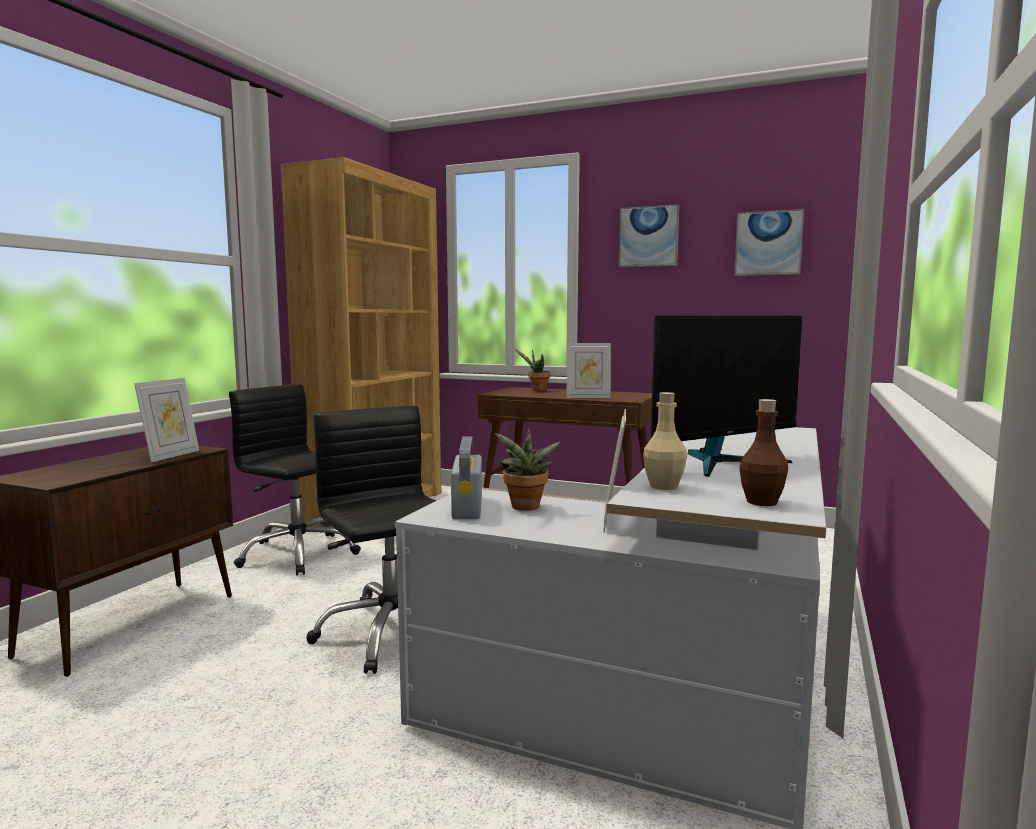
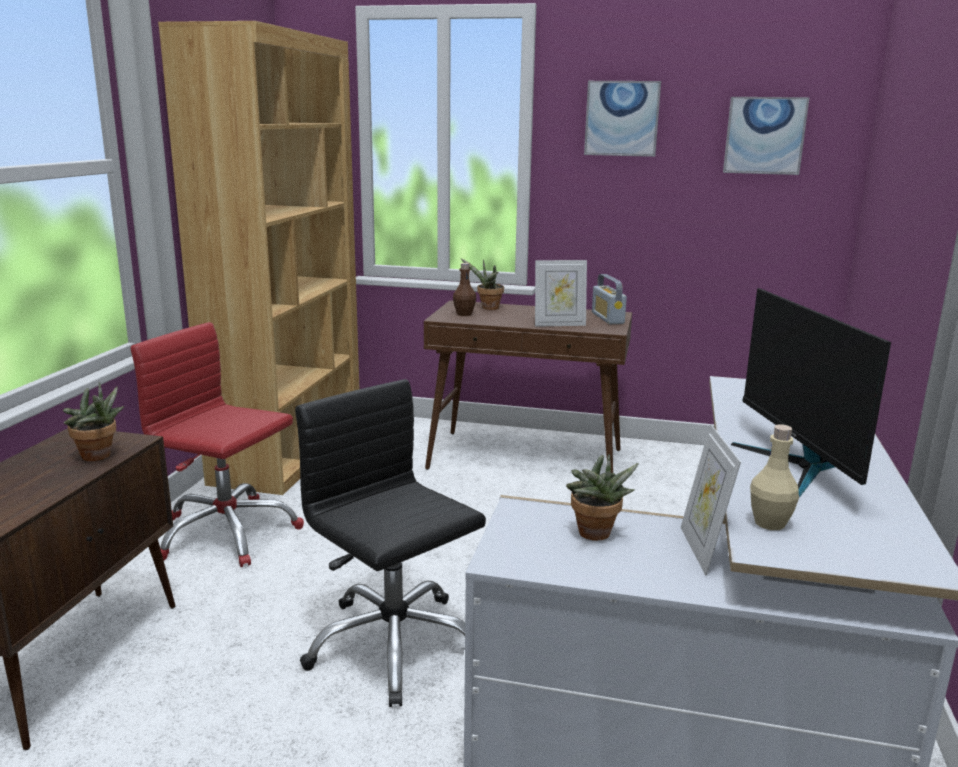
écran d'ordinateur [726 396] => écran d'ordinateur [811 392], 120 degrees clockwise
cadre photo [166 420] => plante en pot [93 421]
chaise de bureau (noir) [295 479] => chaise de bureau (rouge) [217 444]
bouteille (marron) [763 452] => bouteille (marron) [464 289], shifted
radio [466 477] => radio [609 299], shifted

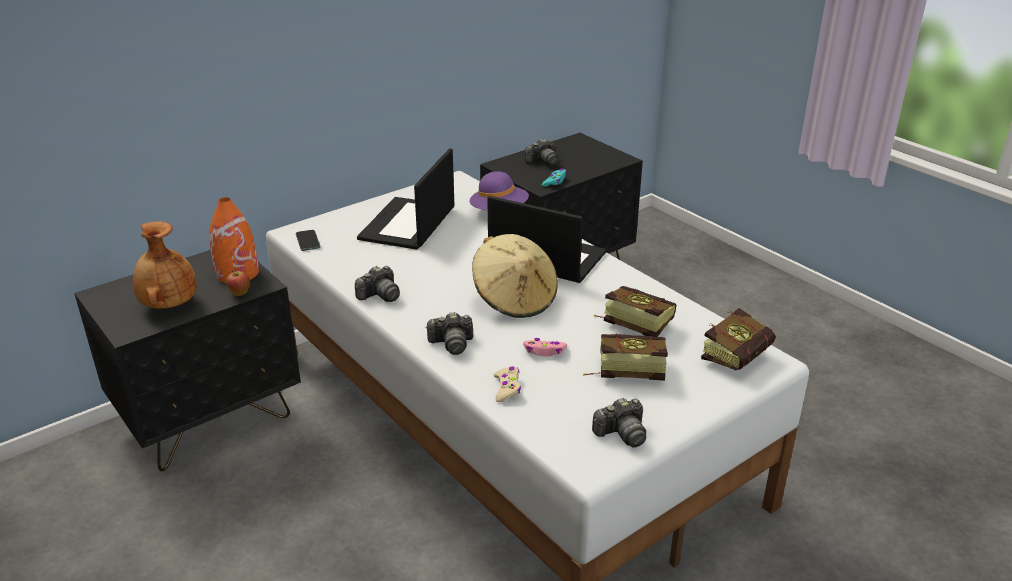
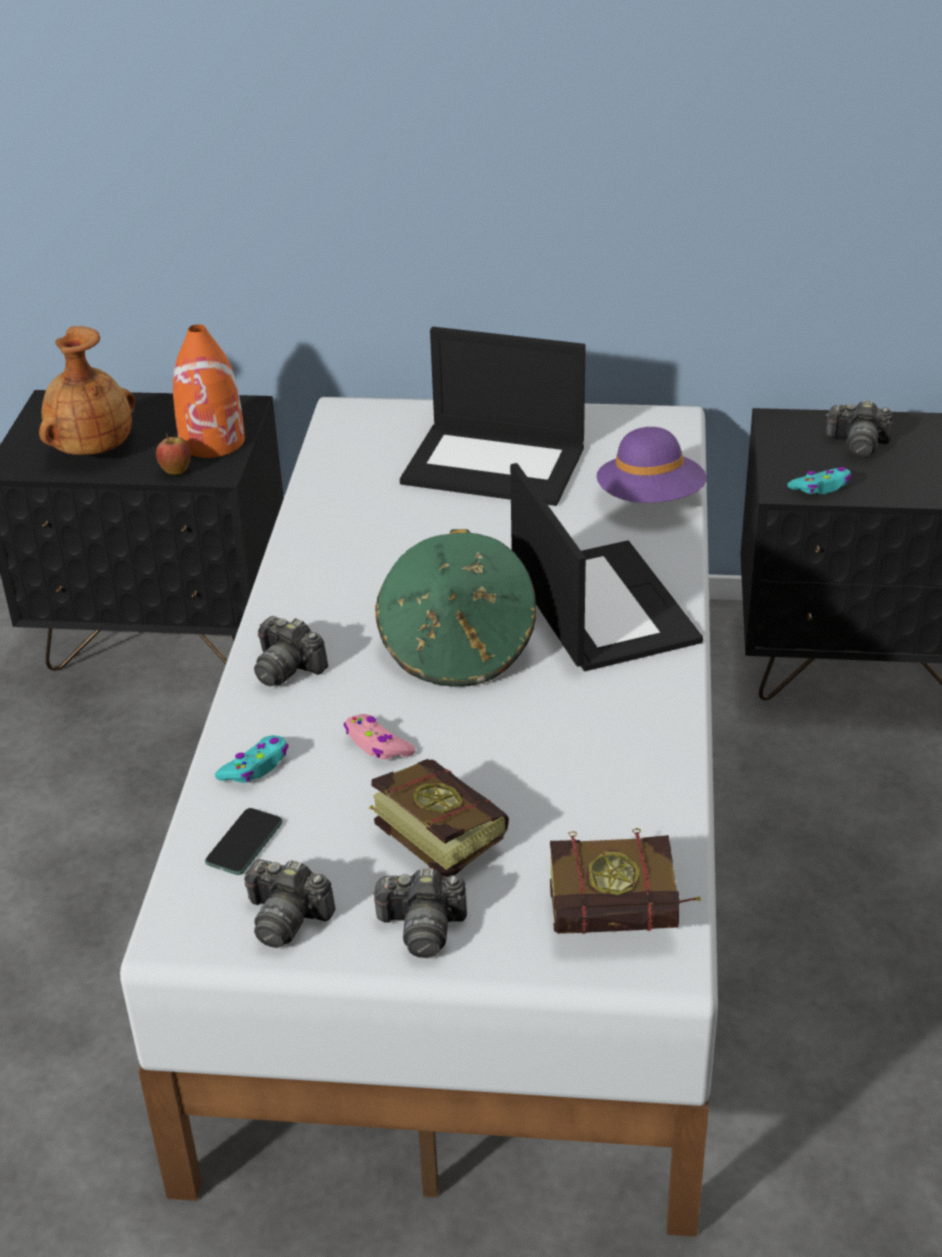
ordinateur portable [405 199] => ordinateur portable [493 416], 135 degrees counterclockwise
téléphone [308 240] => téléphone [244 841], shifted
chapeau (beige) [515 276] => chapeau (vert) [455 608]
appareil photo [377 284] => appareil photo [419 913], shifted
livre [635 311] => nothing
manette (beige) [507 384] => manette (turquoise) [252 759]

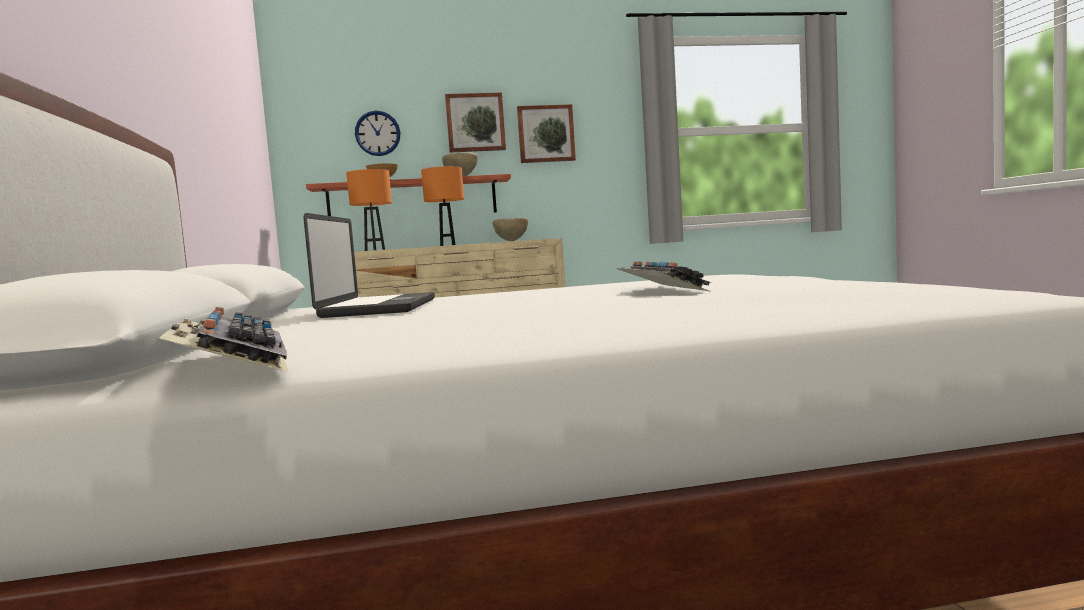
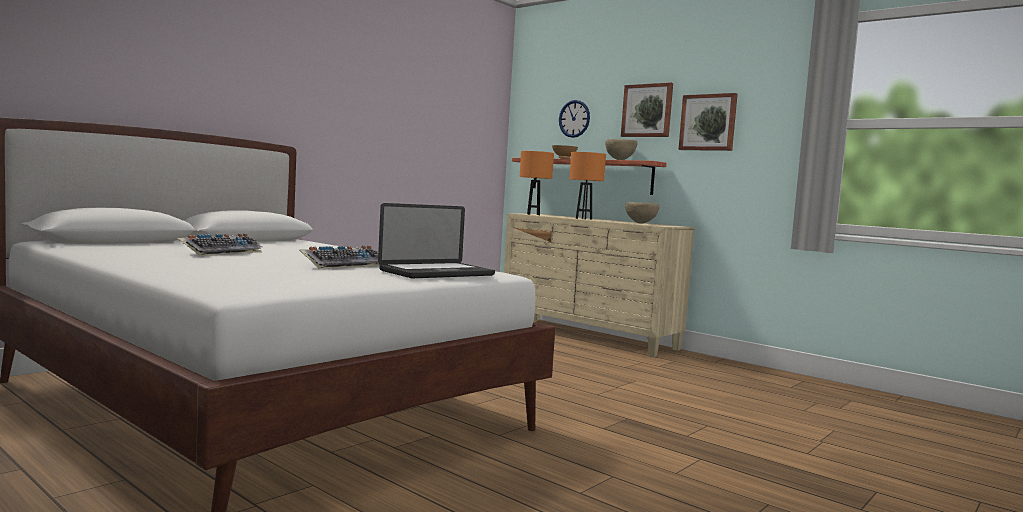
ordinateur portable [369 265] => ordinateur portable [436 240], shifted
clavier [223 339] => clavier [219 244], shifted

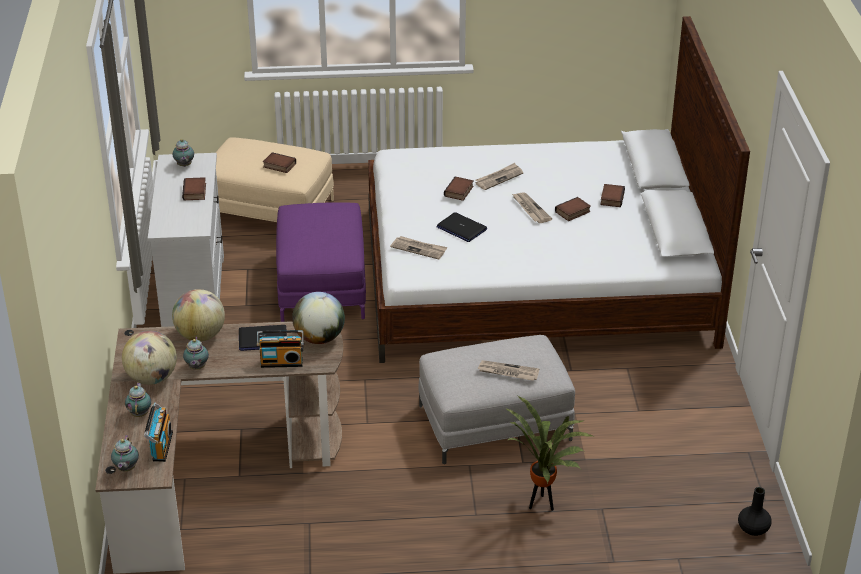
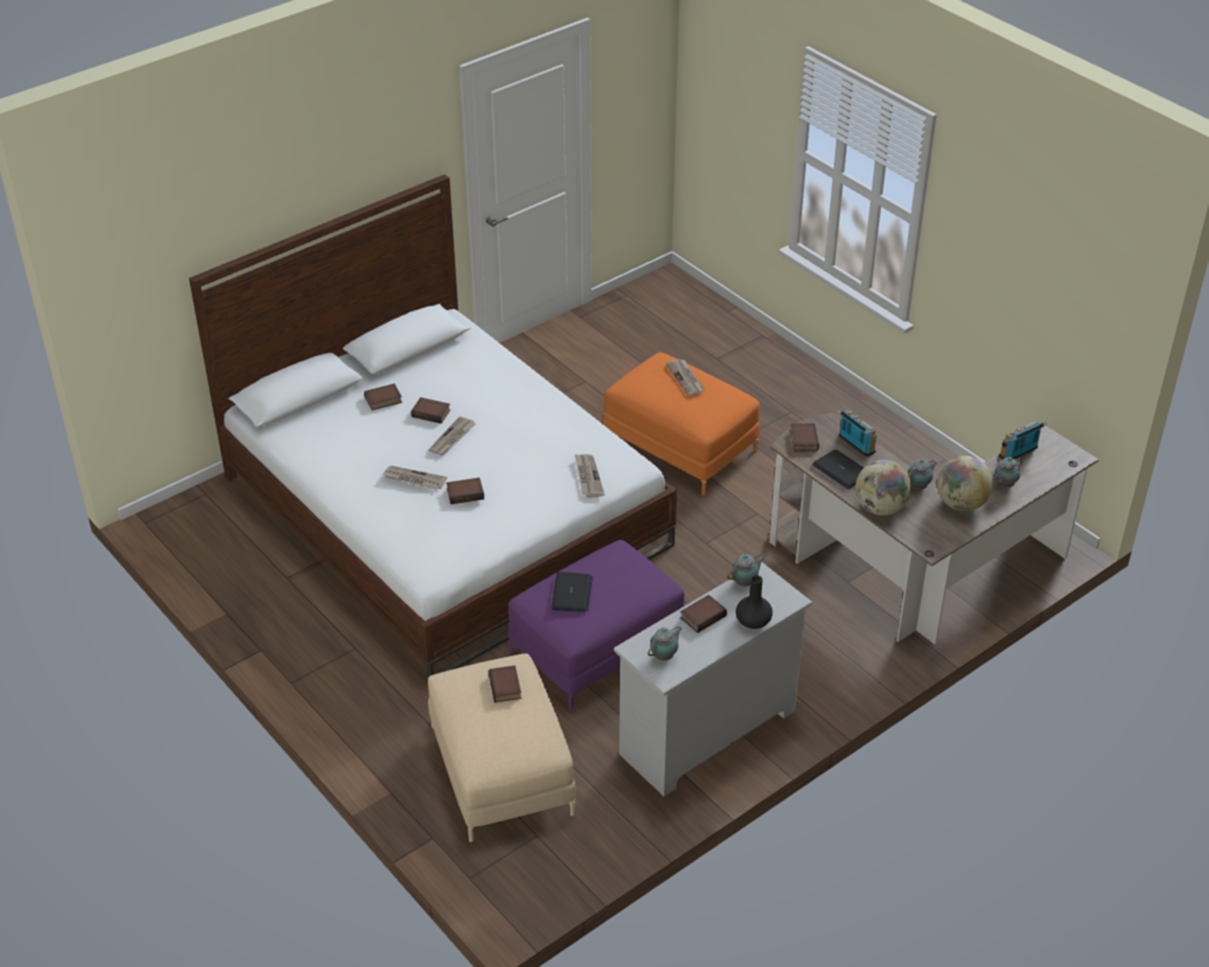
ordinateur portable [462 227] => ordinateur portable [572 592], shifted
globe [318 318] => livre [804 437]
pouf (gris) [496 399] => pouf (orange) [681 423]
plante en pot [549 453] => nothing
théière [125 453] => théière [746 570], shifted
vase (noir) [755 511] => vase (noir) [754 602], shifted

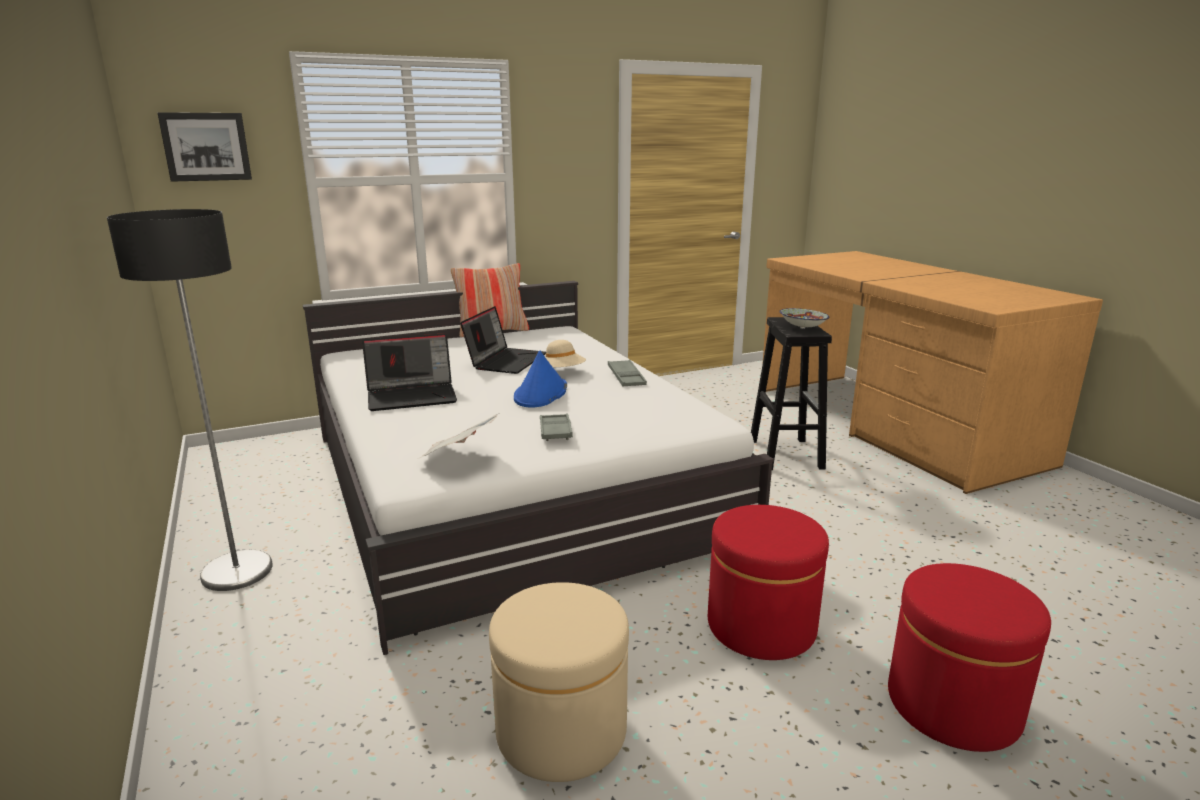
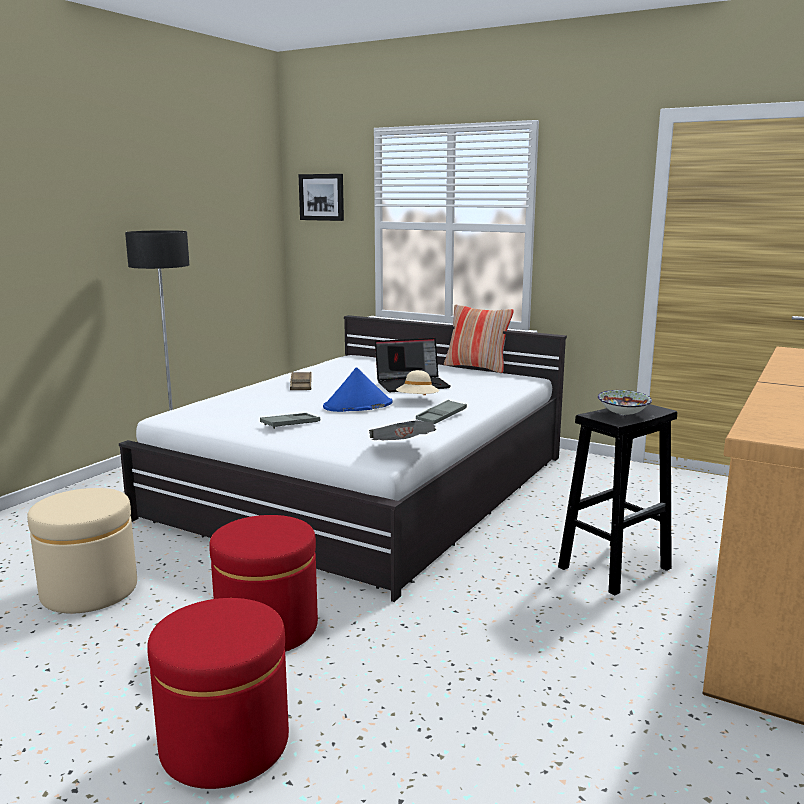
ordinateur portable [409 372] => plateau (marron) [301 381]
journal [458 436] => journal [402 430], shifted

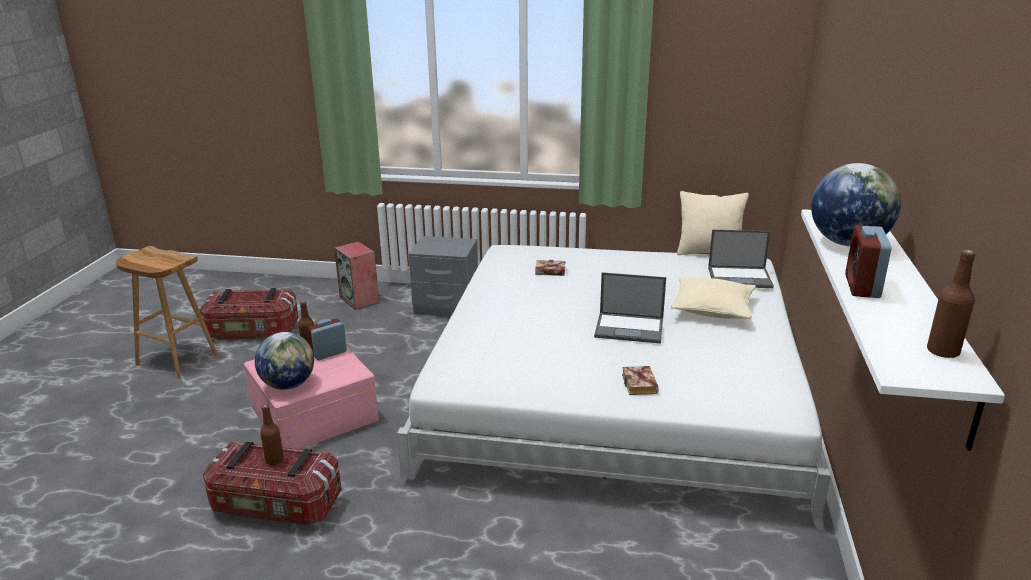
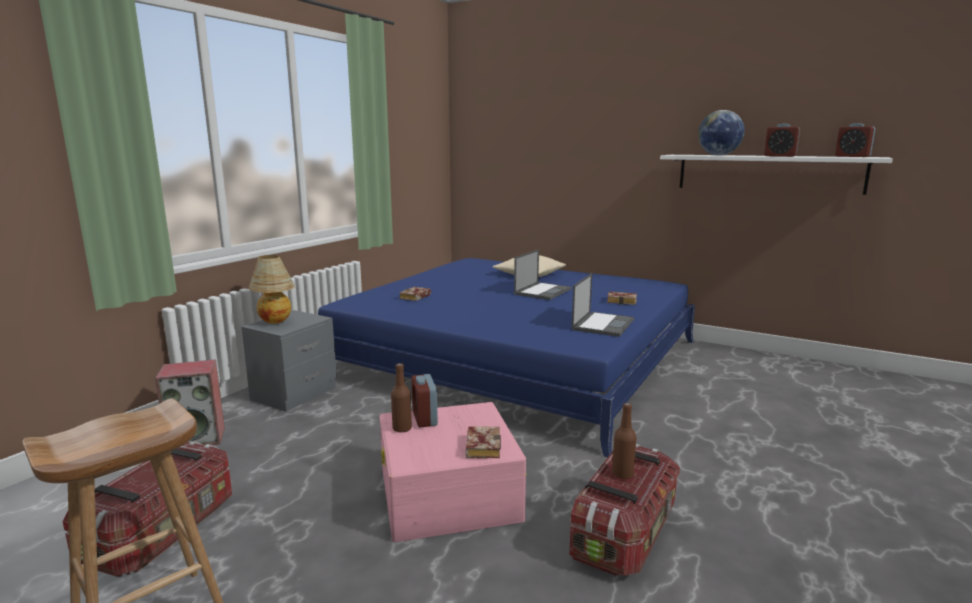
coussin (beige) [713 223] => nothing
ordinateur portable [741 259] => ordinateur portable [603 305], shifted
lit (blanc) [614 388] => lit (bleu) [506 358]
bouteille (marron) [951 303] => réveil [855 140]
globe [284 361] => livre [483 442]
nothing => lampe de table [272 289]

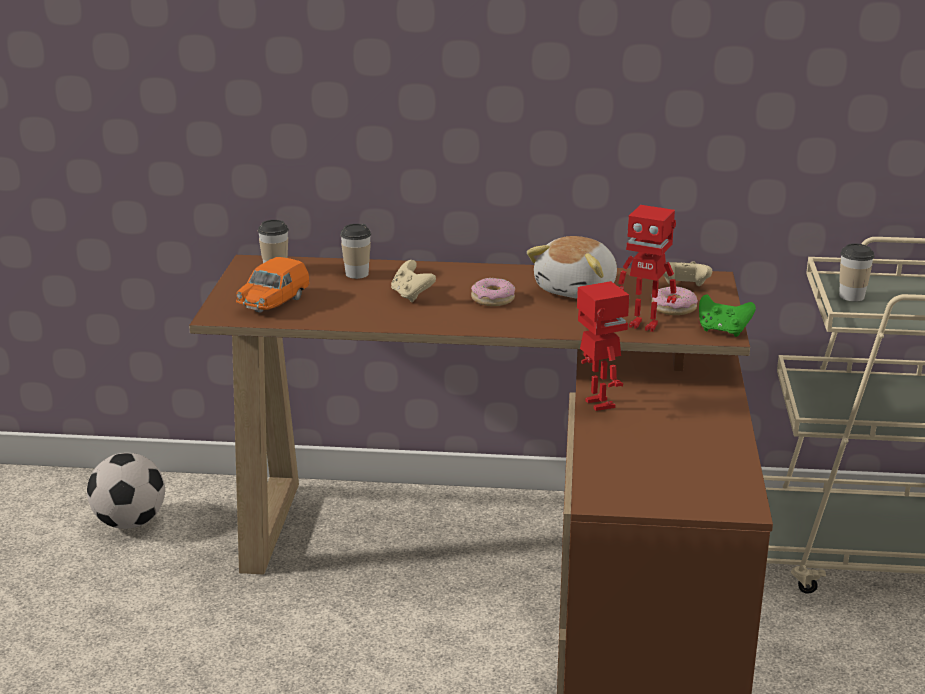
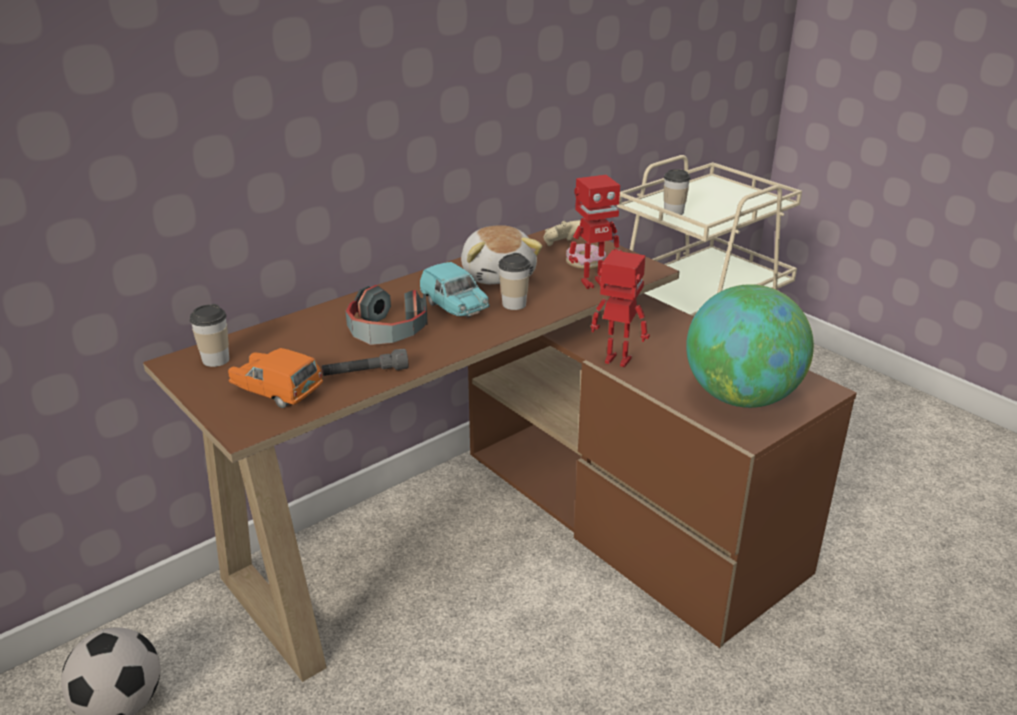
tasse [355 251] => tasse [514 281], shifted
petite voiture (orange) [272 285] => petite voiture (orange) [275 378], 135 degrees clockwise
manette (beige) [413 281] => casque audio [387 315]
beignet [493 292] => petite voiture (turquoise) [454 290]
manette (vert) [727 315] => nothing
nothing => globe [750 346]
nothing => lampe de poche (gris) [365 362]

